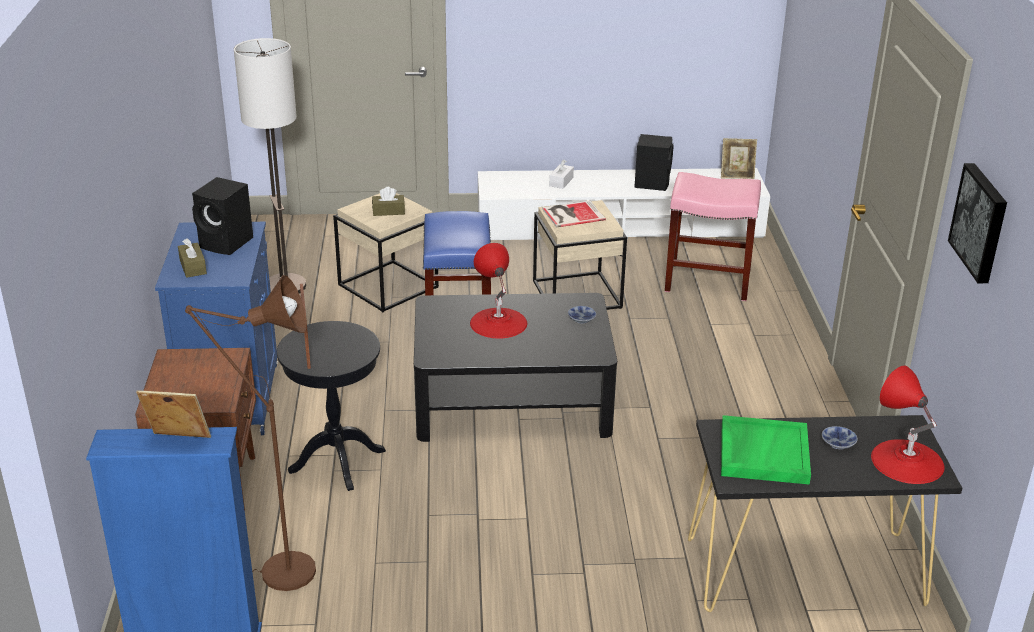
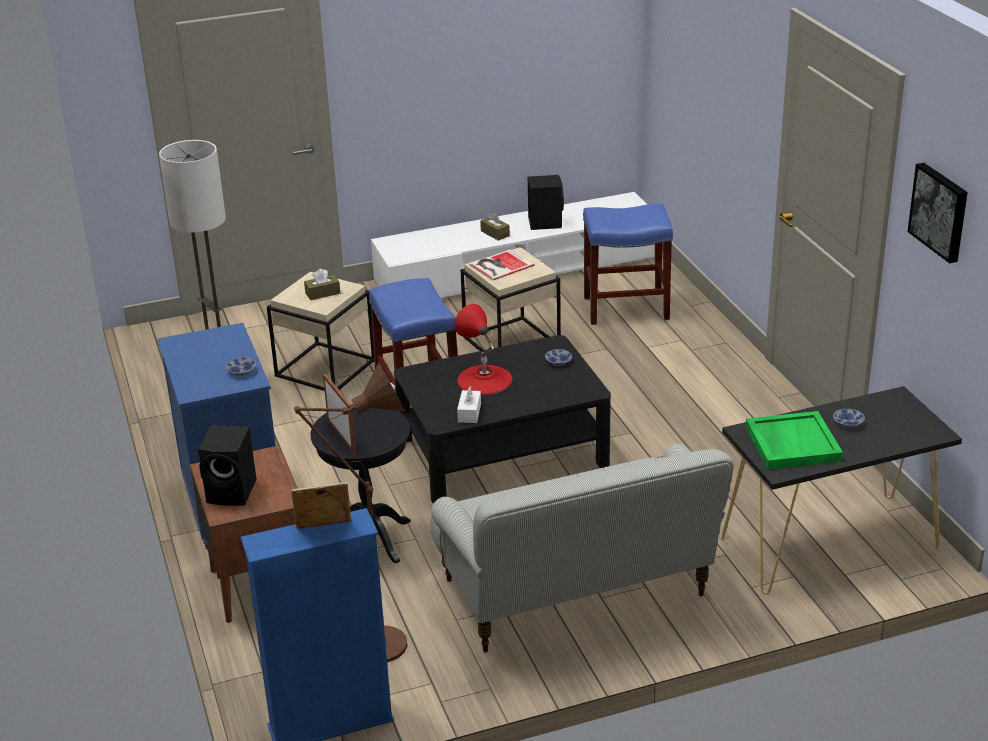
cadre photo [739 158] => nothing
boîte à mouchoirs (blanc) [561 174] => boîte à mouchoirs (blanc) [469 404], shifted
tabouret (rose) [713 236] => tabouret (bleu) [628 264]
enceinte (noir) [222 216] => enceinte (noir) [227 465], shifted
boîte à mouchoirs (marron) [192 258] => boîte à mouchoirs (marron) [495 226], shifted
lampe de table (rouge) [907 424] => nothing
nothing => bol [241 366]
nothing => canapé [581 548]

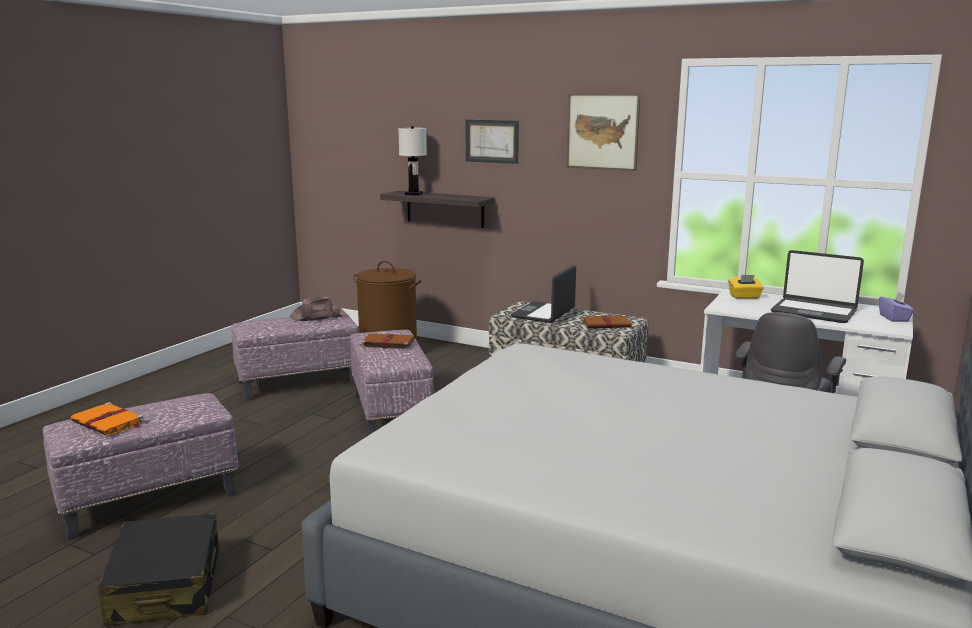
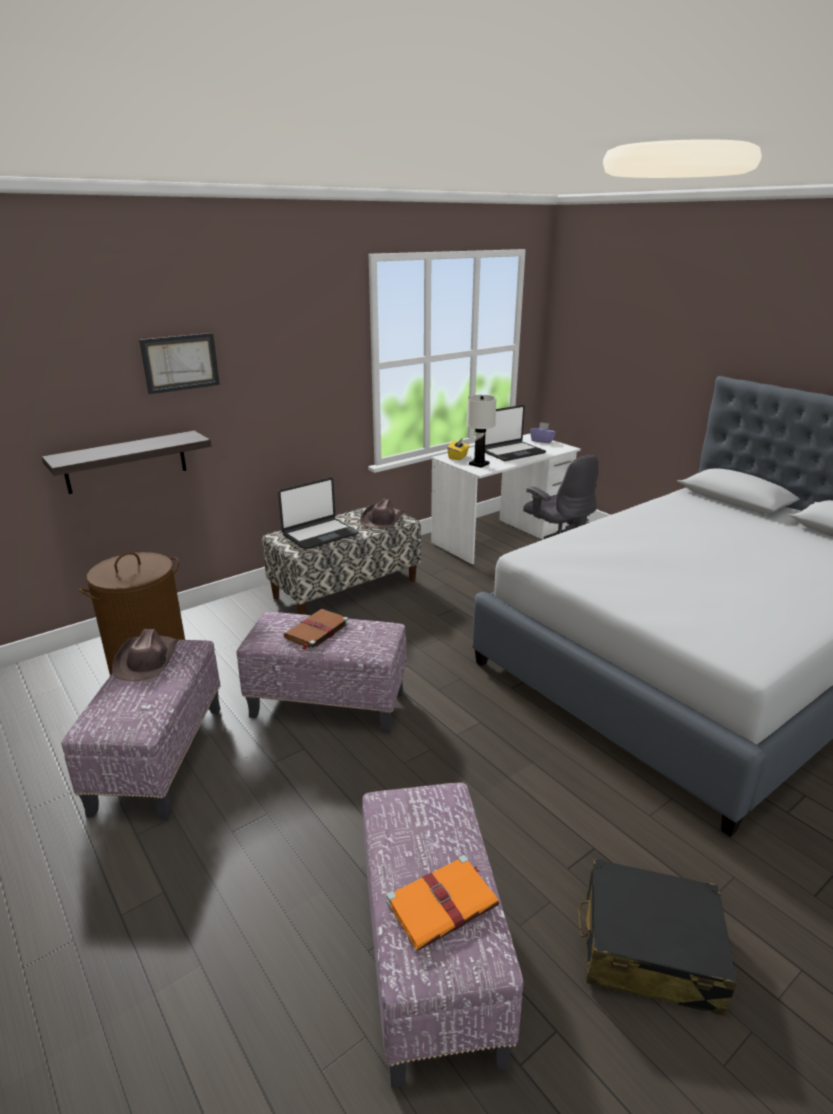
tableau [603 132] => nothing
lampe de table (blanc) [412 161] => lampe de table (blanc) [481 431], shifted
ordinateur portable [543 294] => ordinateur portable [318 513], 90 degrees counterclockwise
livre (marron) [607 321] => chapeau (marron) [382 514]

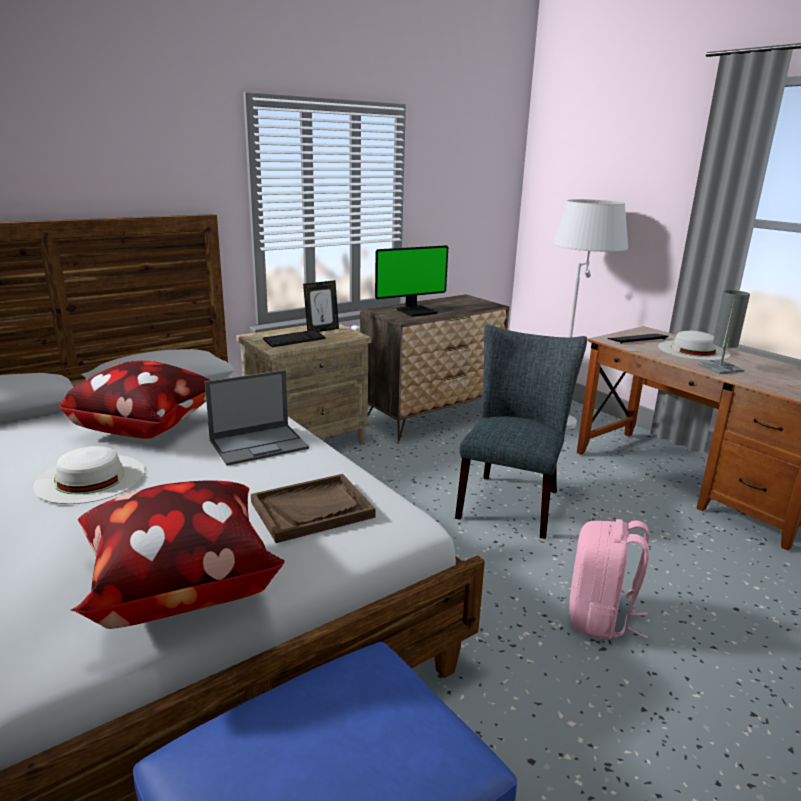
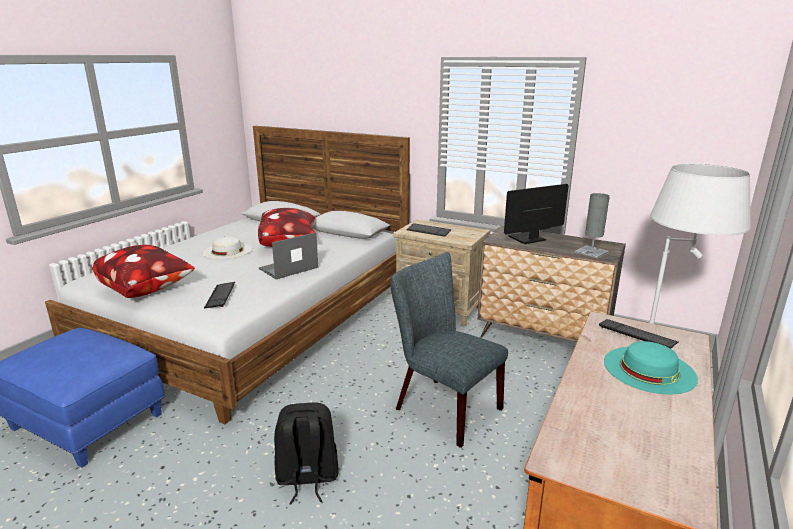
écran d'ordinateur [411 281] => écran d'ordinateur [536 214], 120 degrees clockwise
cadre photo [321 306] => nothing
lampe de table (gris) [723 332] => lampe de table (gris) [592 225], shifted
chaise (gris) [521 431] => chaise (gris) [449 350], 135 degrees counterclockwise
chapeau (blanc) [694 345] => chapeau (turquoise) [651 368]
ordinateur portable [257 418] => ordinateur portable [288 255], 105 degrees clockwise
plateau (marron) [313 508] => clavier [219 295]
sac à dos (rose) [609 579] => sac à dos (noir) [306 454]

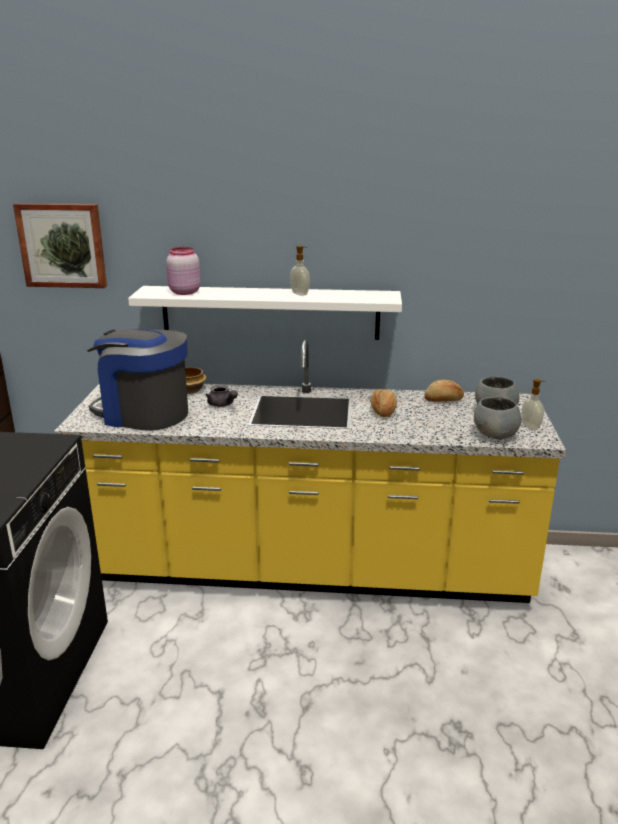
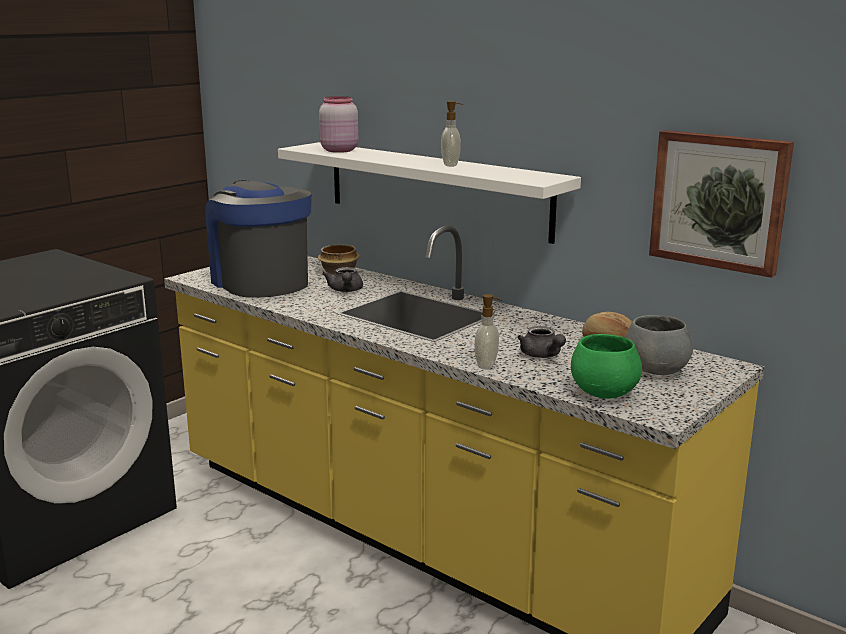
tableau [60 245] => tableau [721 204], shifted
distributeur de savon [533 404] => distributeur de savon [488 331], shifted
pain [384 403] => nothing
bol (gris) [498 418] => bol (vert) [606 366]
nothing => théière (gris) [541 342]

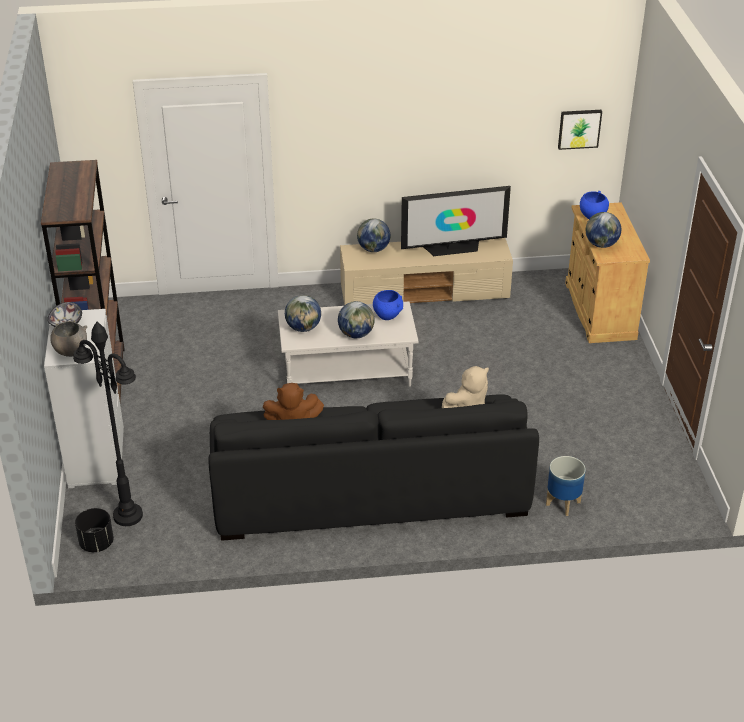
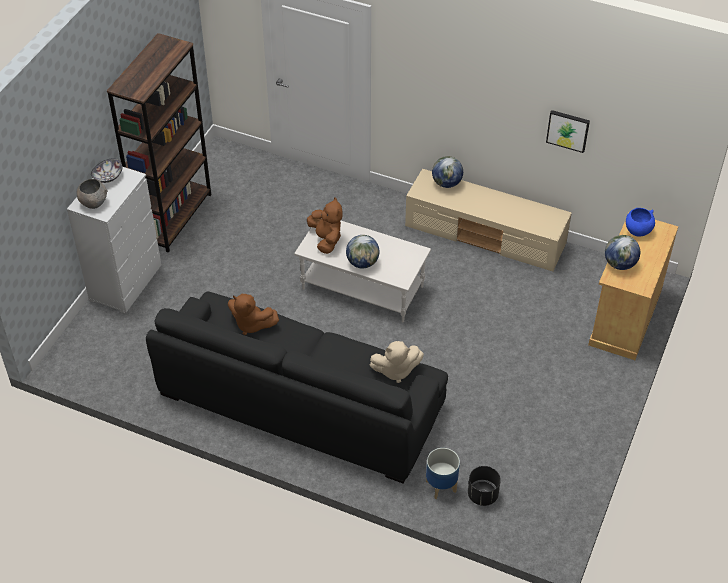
tableau [580 130] => tableau [568 131], shifted
téléviseur [456 221] => nothing
bol (bleu) [388 305] => nothing
globe [303 313] => peluche (marron) [325 226]
lampadaire (noir) [108 424] => nothing
cache-pot (noir) [94 530] => cache-pot (noir) [484 486], shifted

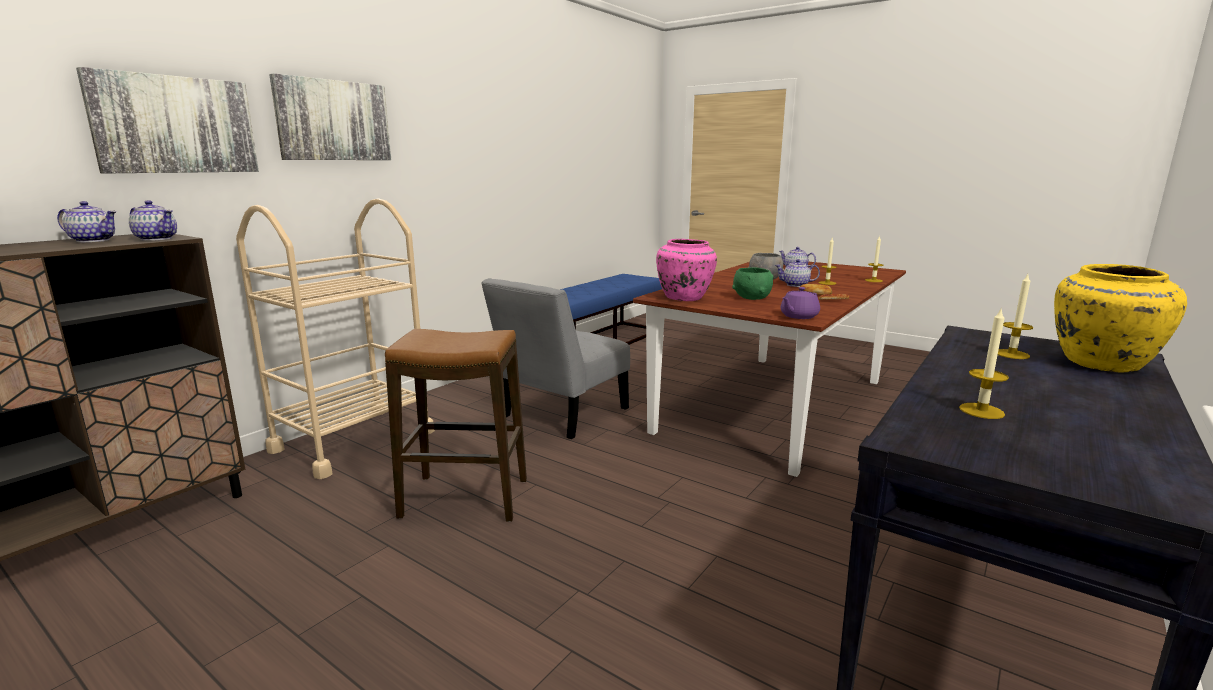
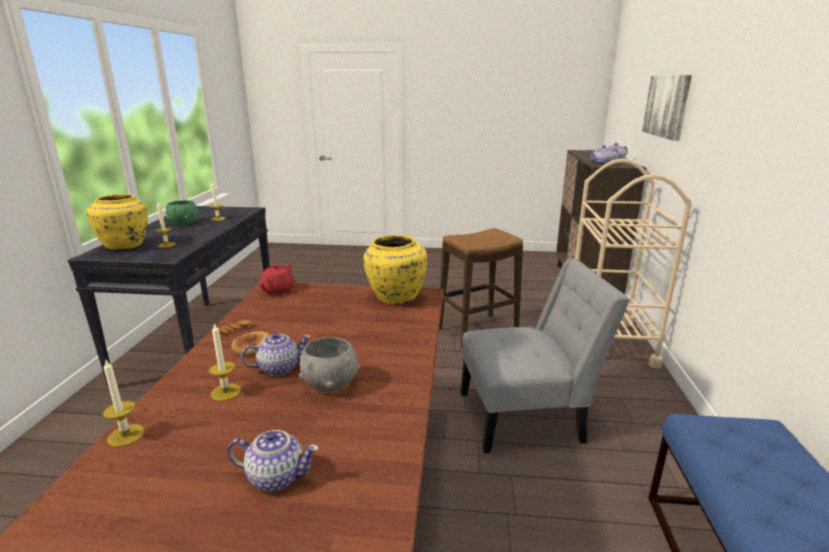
tableau [330 116] => nothing
vase (rose) [686 270] => vase (jaune) [395 270]
bol (vert) [752 283] => bol (vert) [182 212], shifted
chaise (gris) [555 358] => chaise (gris) [545 356], 75 degrees clockwise
théière (violet) [800 303] => théière (rouge) [277 277]

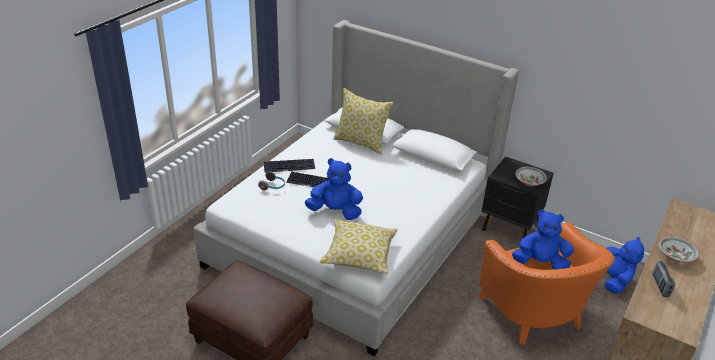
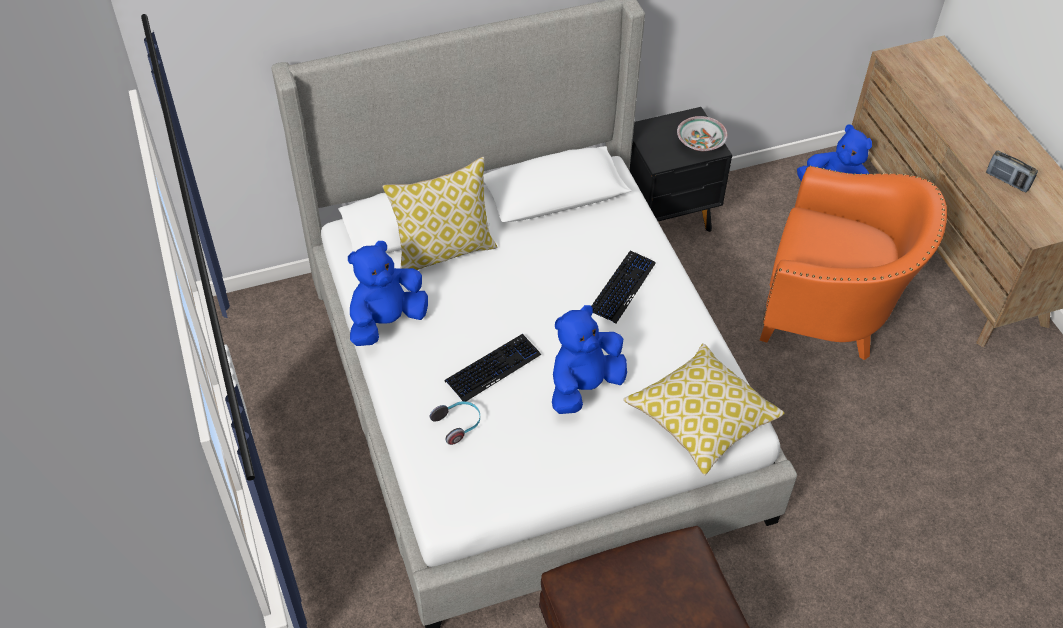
clavier [289 166] => clavier [624 287], shifted
peluche (bleu) [543 239] => peluche (bleu) [388 293], shifted
bol [679 250] => nothing

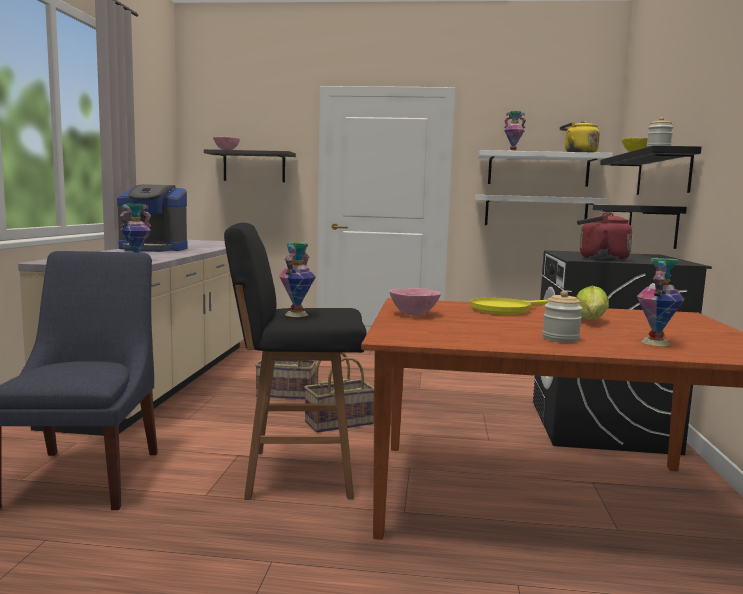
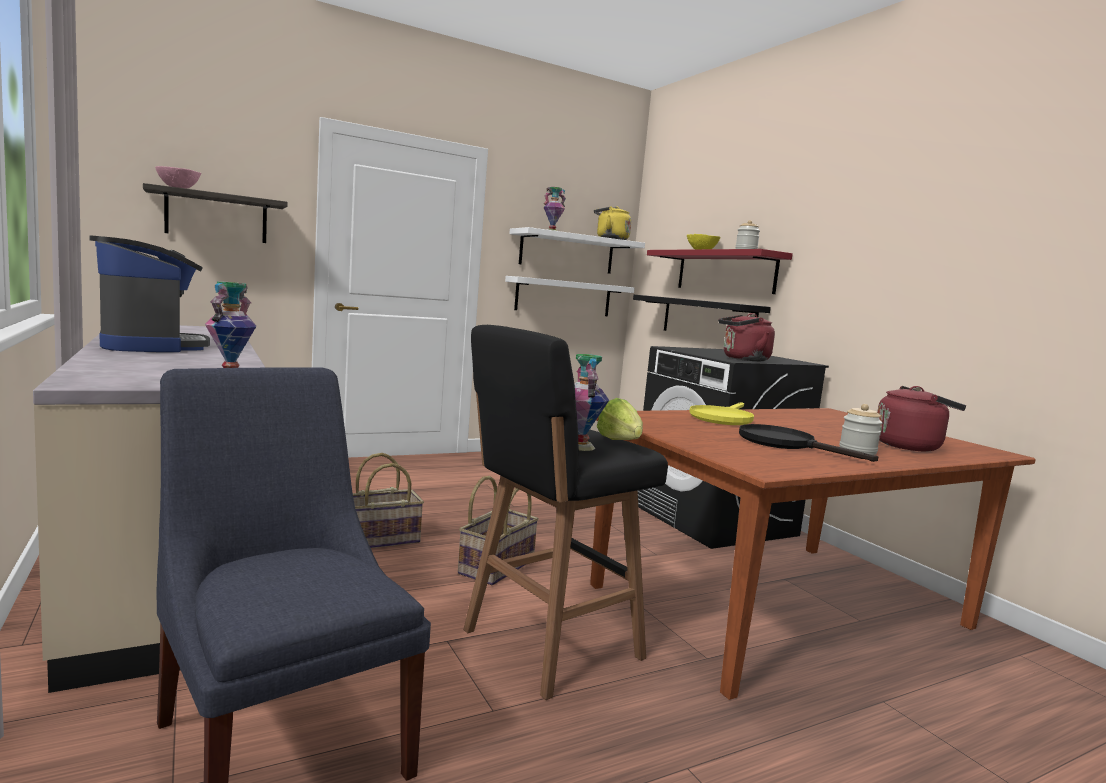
étagère (noir) [651 170] => étagère (rouge) [720 271]
machine à café [152 218] => machine à café [149 293], 90 degrees counterclockwise
vase [661 302] => bouilloire (rouge) [921 418]
laitue [592 303] => laitue [620 419], shifted
bol (rose) [415 301] => nothing
nothing => poêle (noir) [808 443]

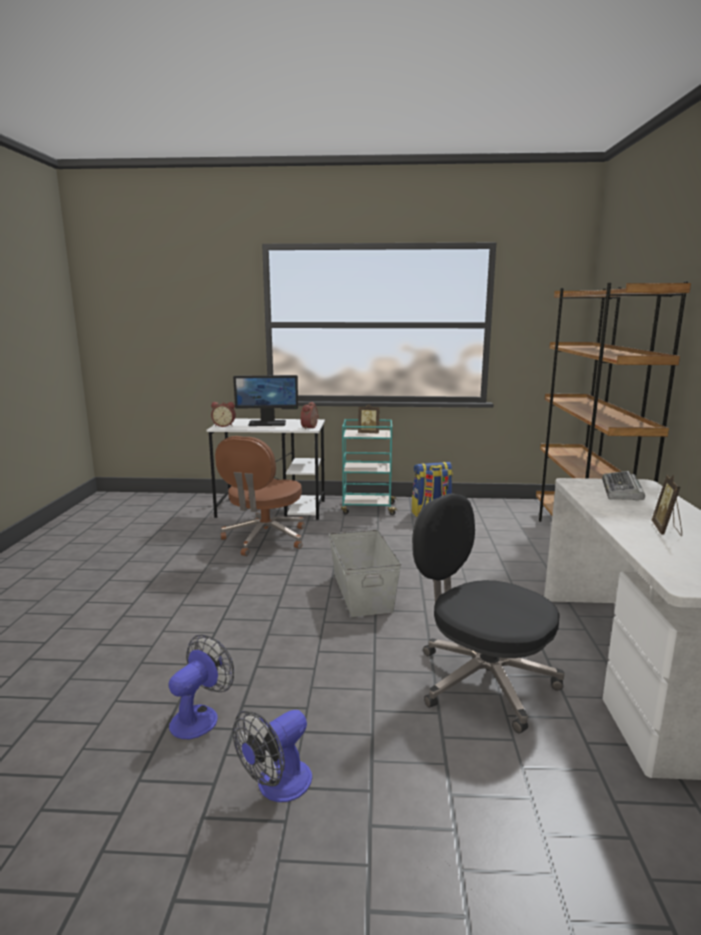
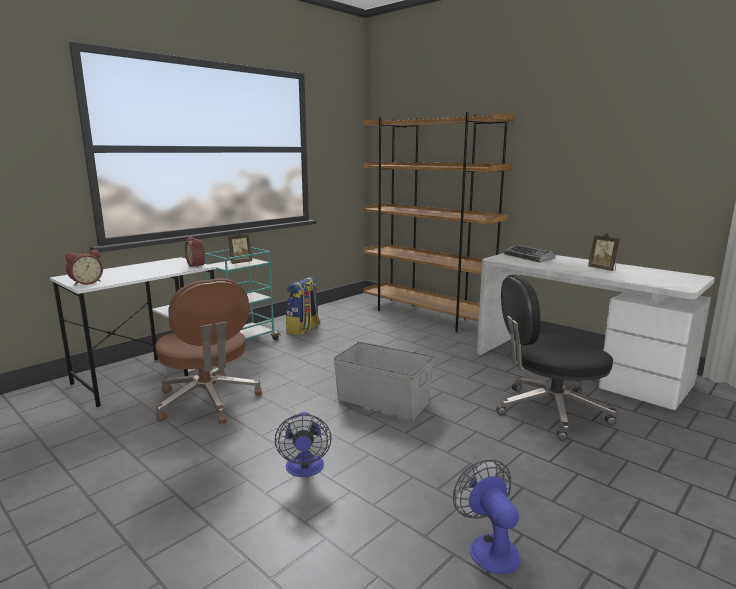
écran d'ordinateur [265 400] => nothing
ventilateur [272 756] => ventilateur [303 444], shifted

